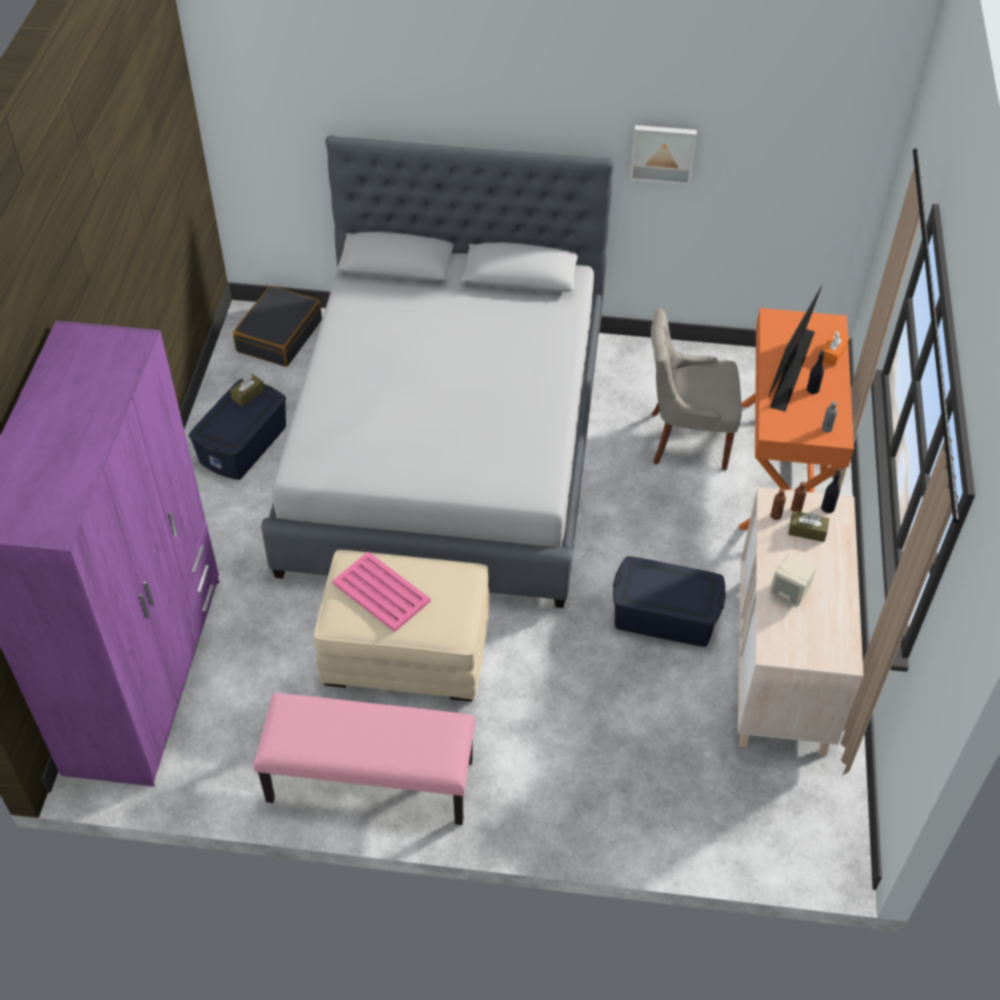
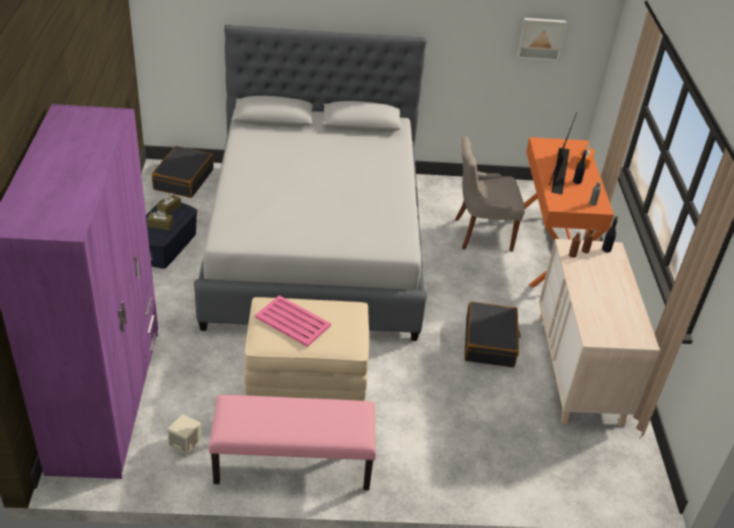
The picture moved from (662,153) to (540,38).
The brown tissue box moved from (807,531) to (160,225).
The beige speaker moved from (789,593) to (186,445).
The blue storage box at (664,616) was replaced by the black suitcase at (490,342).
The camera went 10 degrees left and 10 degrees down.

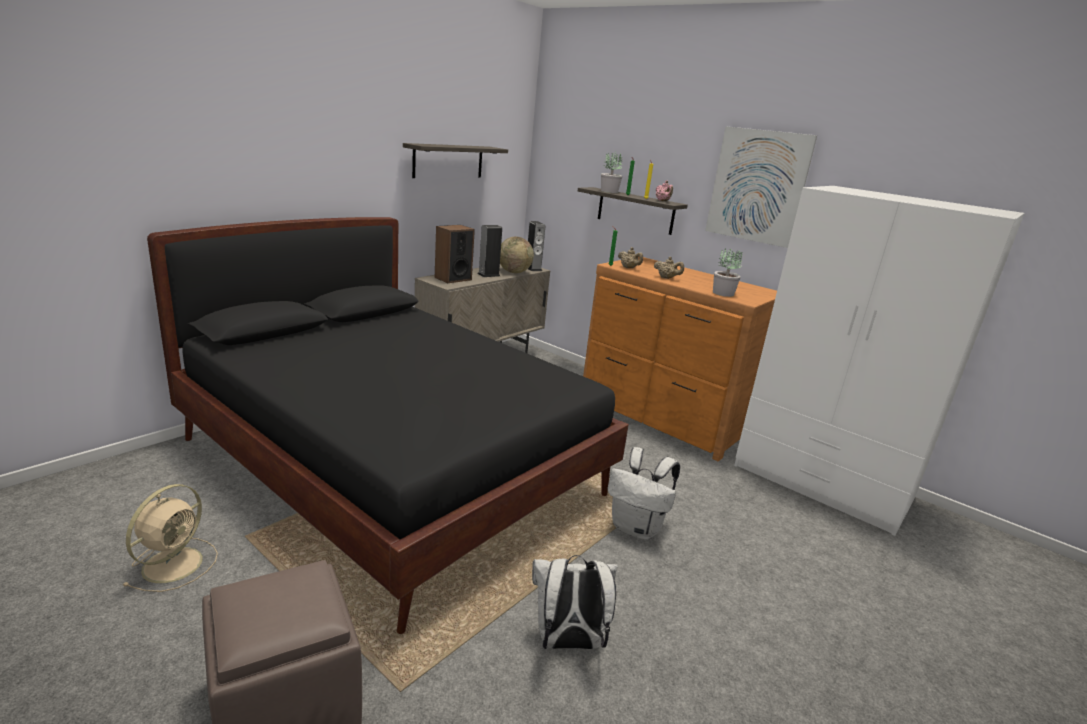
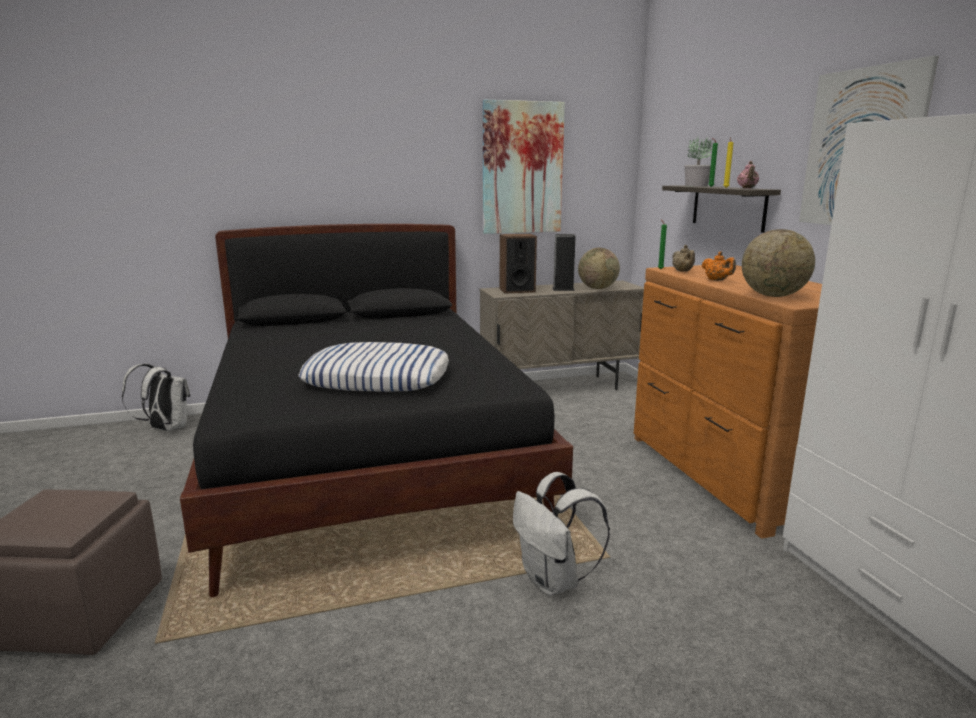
The shelf at (448,161) was replaced by the picture at (522,168).
The speaker at (533,268) disappeared.
The potted plant at (723,293) was replaced by the globe at (773,296).
The beige teapot at (667,278) became the orange teapot at (717,280).
The beige fan at (174,563) disappeared.
The white backpack moved from (567,643) to (165,429).
The pillow at (378,378) appeared.
The camera went 35 degrees right and 5 degrees down.

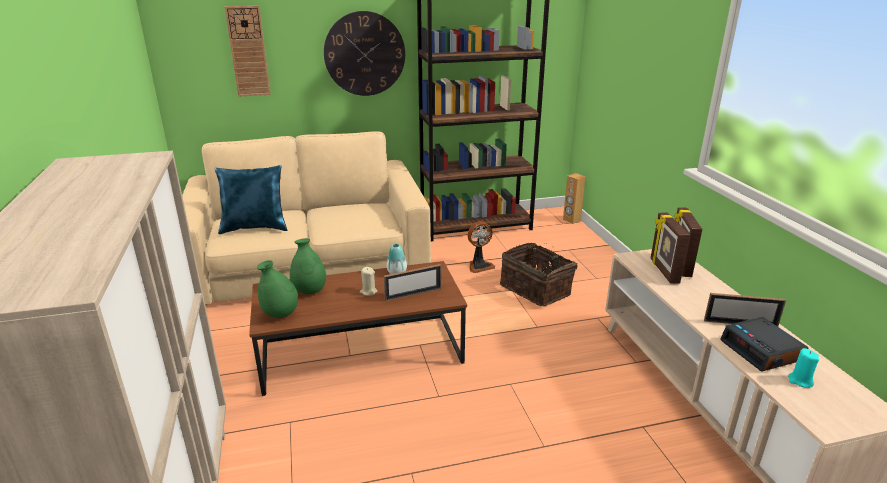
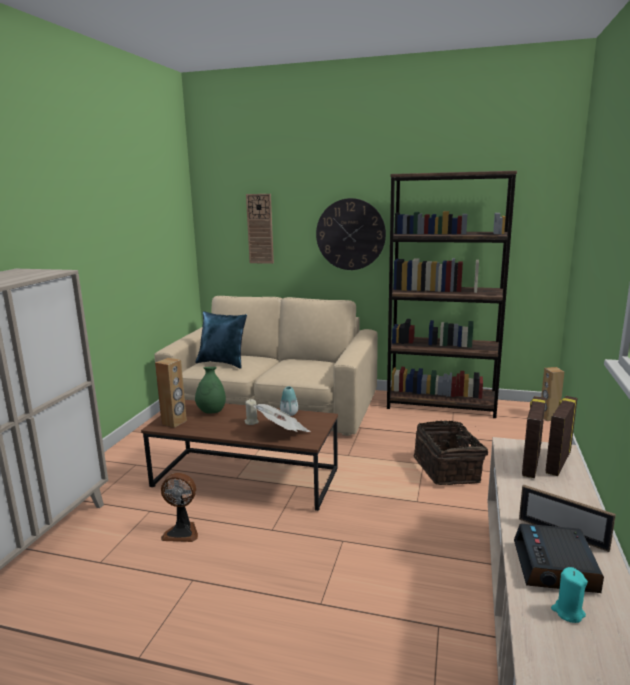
The fan moved from (479,266) to (182,532).
The green vase at (280,314) was replaced by the brown speaker at (174,422).
The picture frame at (413,294) was replaced by the newspaper at (283,432).
The camera went 30 degrees right and 10 degrees down.

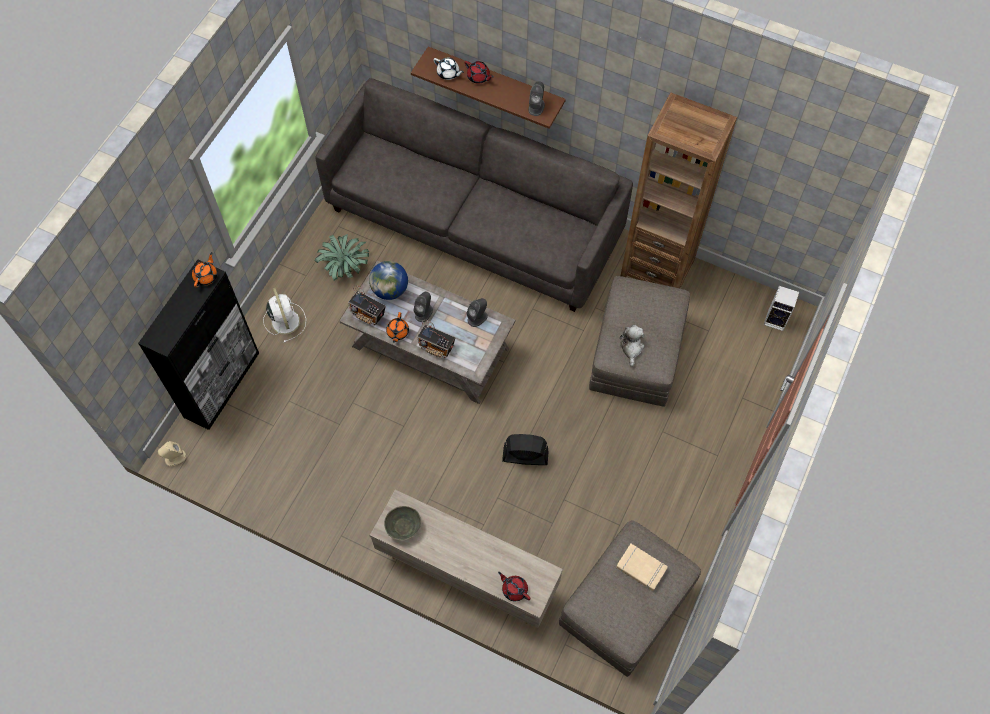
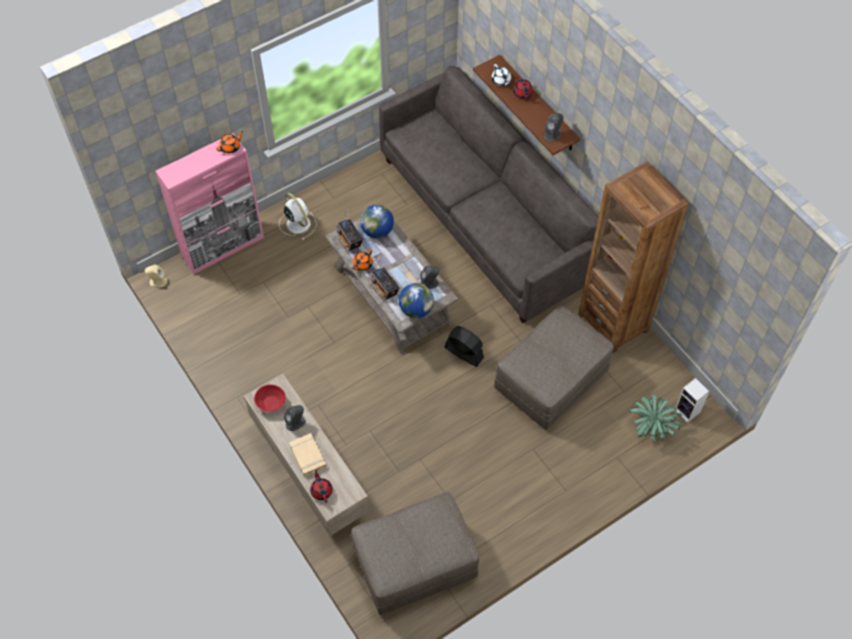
The potted plant moved from (344,266) to (651,426).
The black cabinet at (222,384) became the pink cabinet at (223,247).
The white fan at (285,320) turned 45 degrees counterclockwise.
The grey speaker moved from (424,312) to (296,423).
The plush toy at (631,348) disappeared.
The black fan moved from (525,456) to (464,352).
The grey bowl at (403,526) became the red bowl at (271,403).
The beige book moved from (641,568) to (307,456).
The globe at (416,310) appeared.
The camera went 30 degrees right and 5 degrees down.

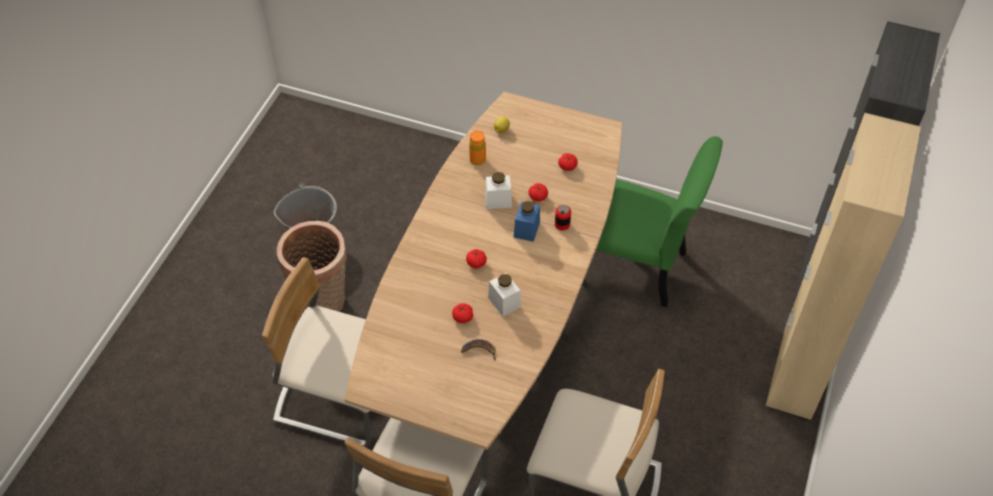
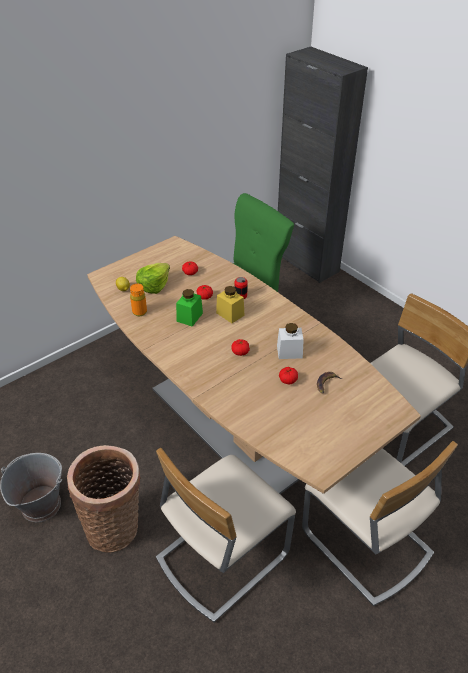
The beige cabinet at (797,371) disappeared.
The white jar at (498,200) became the green jar at (189,317).
The blue jar at (526,229) became the yellow jar at (230,314).
The lettuce at (154,286) appeared.
The camera went 60 degrees left and 10 degrees down.

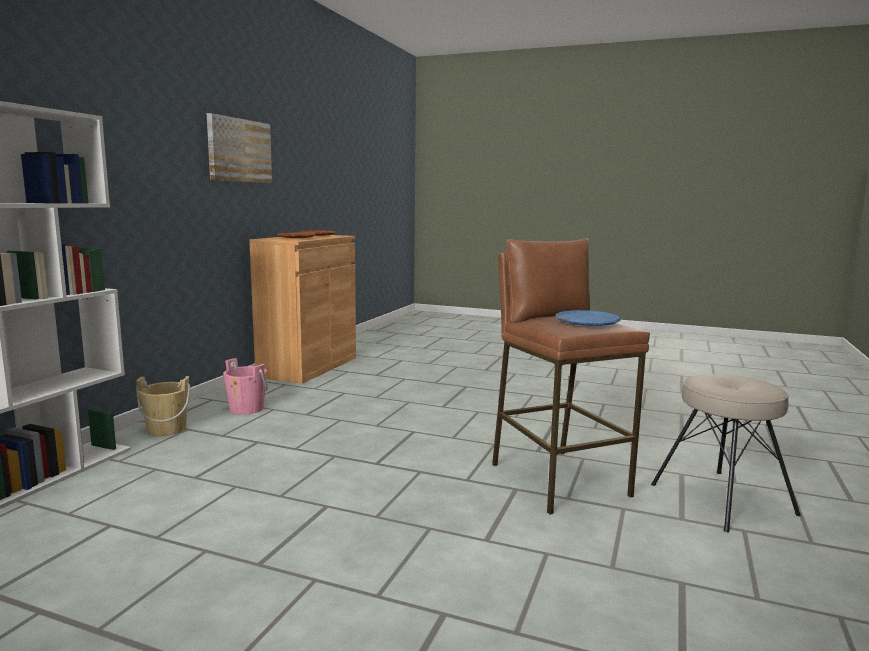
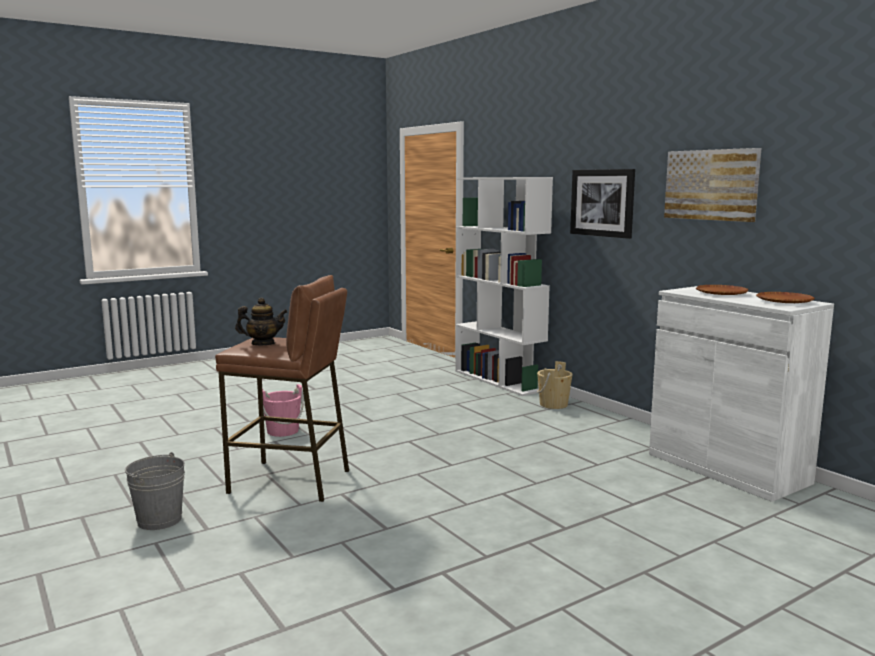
The brown cabinet at (308,367) became the white cabinet at (727,468).
The blue plate at (587,323) was replaced by the teapot at (263,344).
The pink bucket moved from (247,409) to (283,431).
The beige stool at (721,499) was replaced by the grey bucket at (159,520).
The picture at (602,203) appeared.
The camera went 125 degrees right and 0 degrees up.

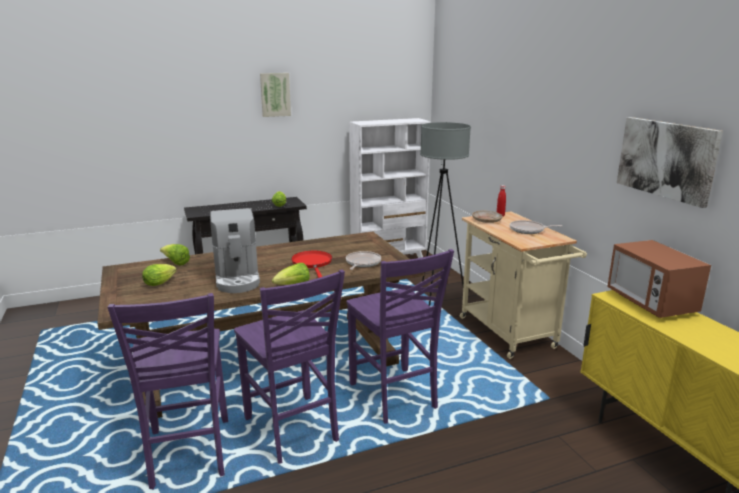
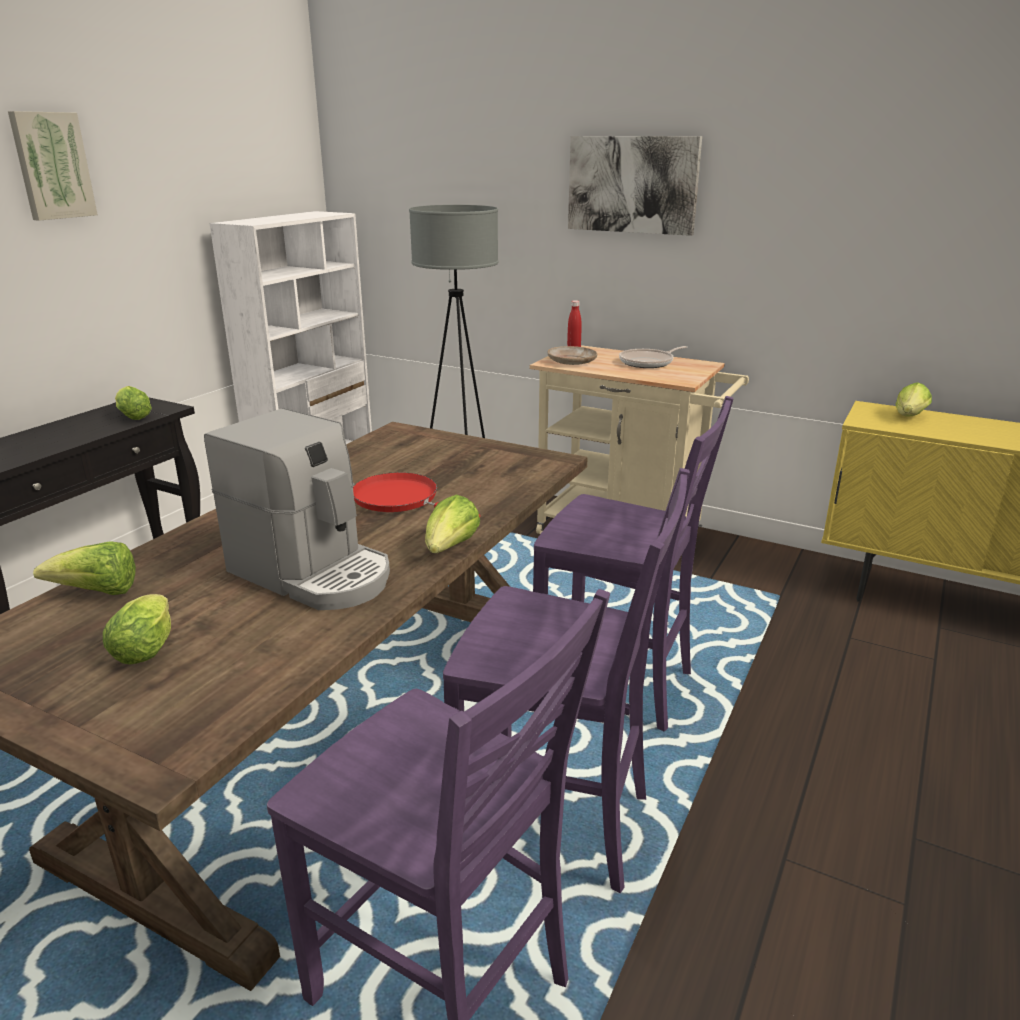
The picture moved from (666,159) to (632,184).
The microwave at (650,303) was replaced by the lettuce at (909,417).
The frying pan at (362,263) disappeared.
The camera went 40 degrees left and 5 degrees up.

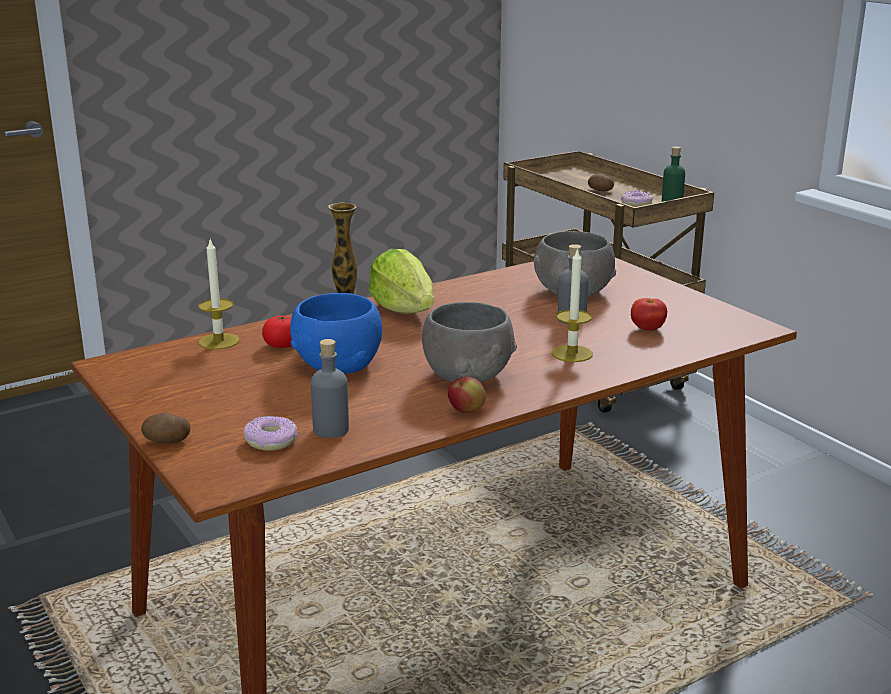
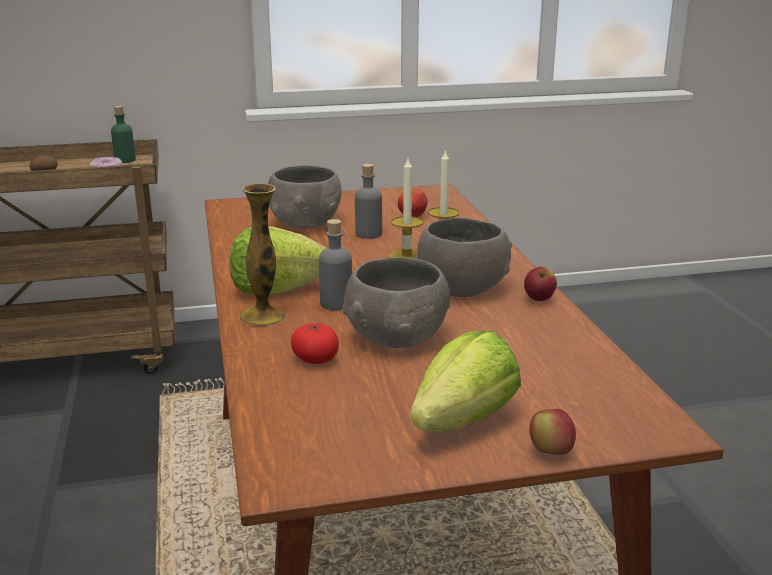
The candle moved from (219,341) to (407,256).
The blue bowl at (337,365) became the grey bowl at (397,338).
The grey bottle moved from (331,430) to (336,303).
The potato at (166,441) was replaced by the apple at (550,452).
The donut at (271,441) disappeared.
The lettuce at (464,421) appeared.
The camera went 70 degrees left and 0 degrees up.

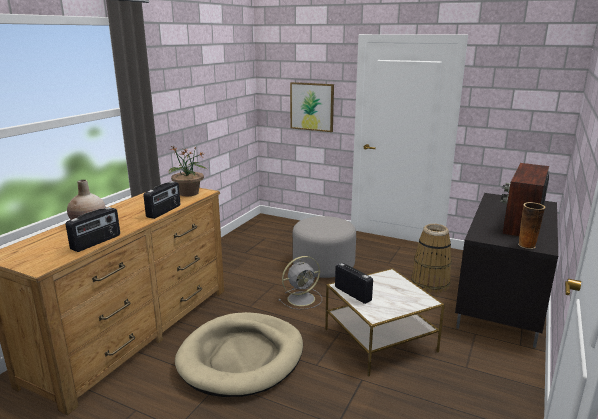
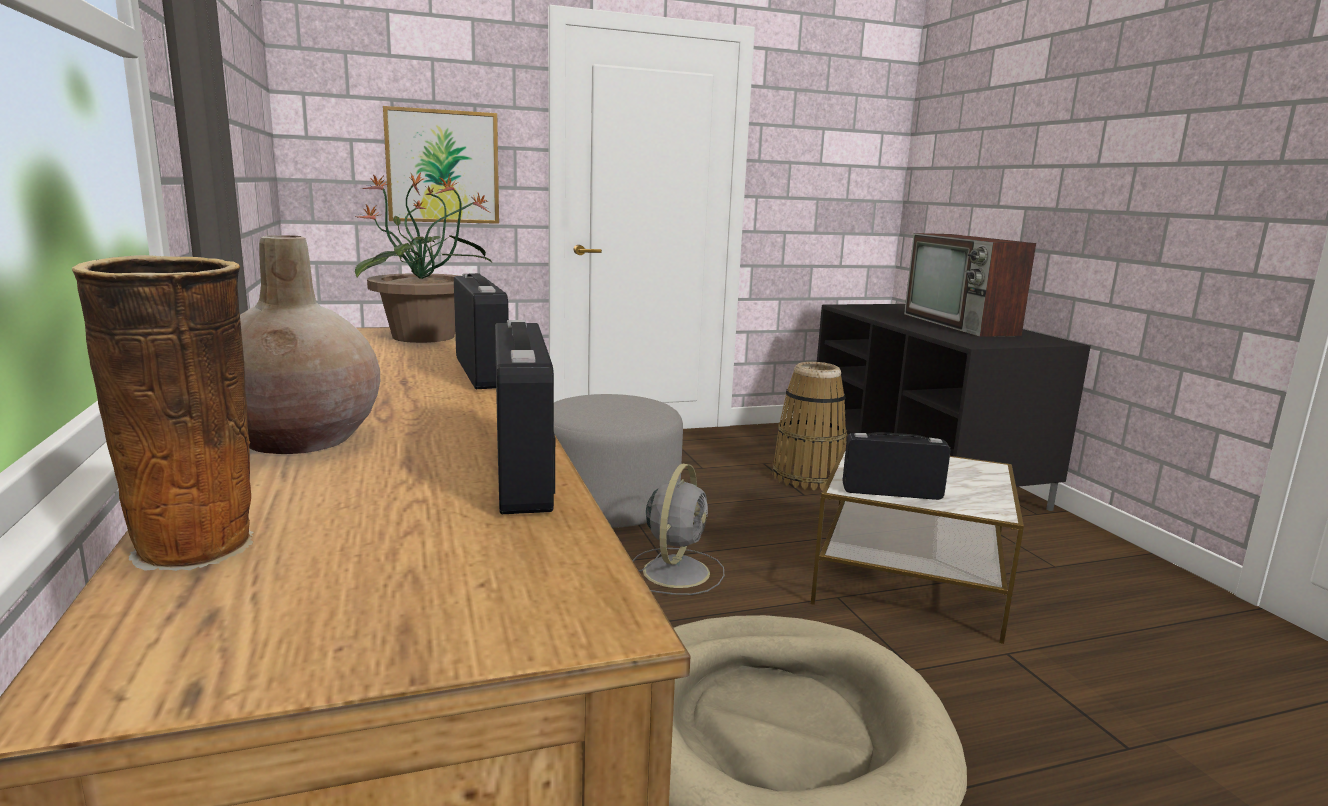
The vase moved from (527,245) to (197,548).
The camera went 45 degrees left and 5 degrees down.

